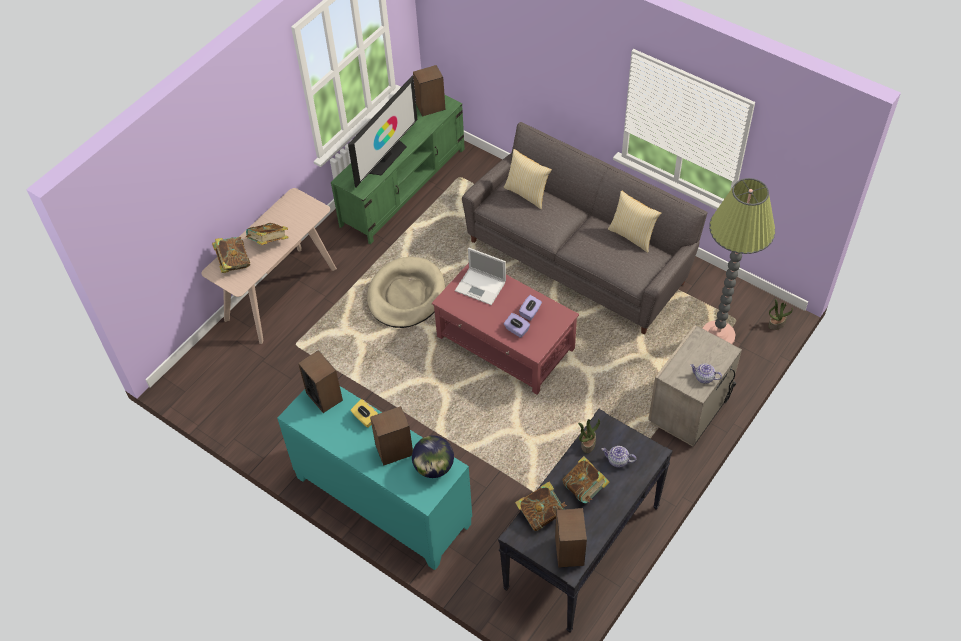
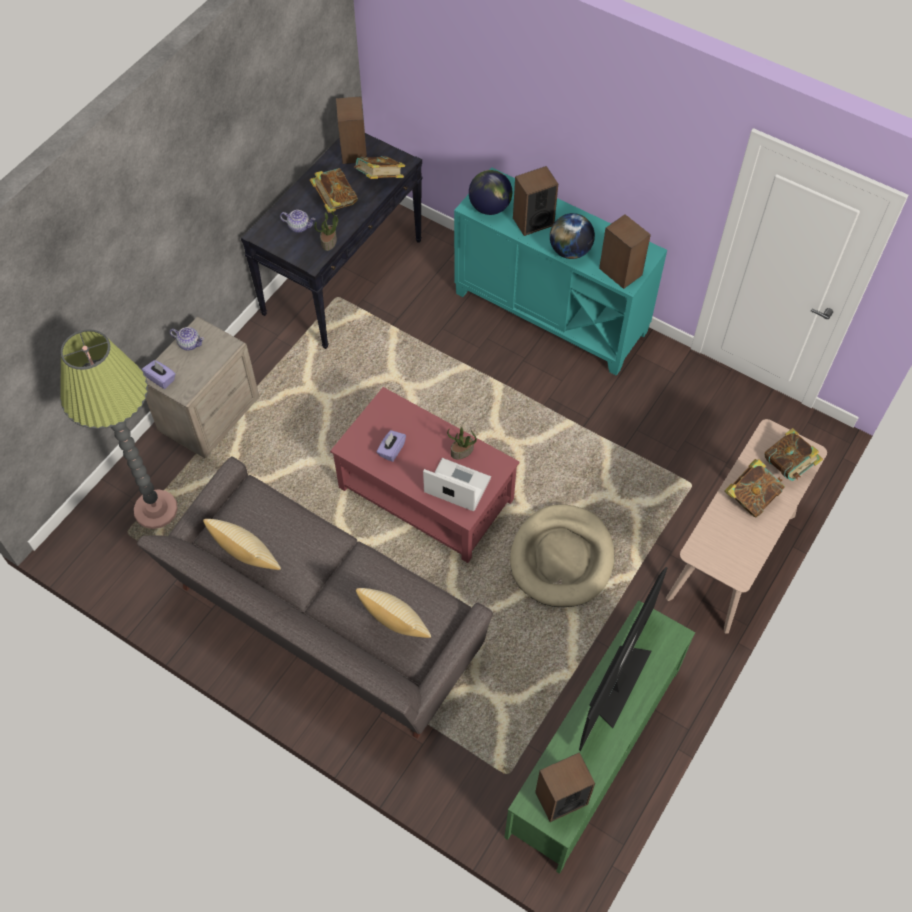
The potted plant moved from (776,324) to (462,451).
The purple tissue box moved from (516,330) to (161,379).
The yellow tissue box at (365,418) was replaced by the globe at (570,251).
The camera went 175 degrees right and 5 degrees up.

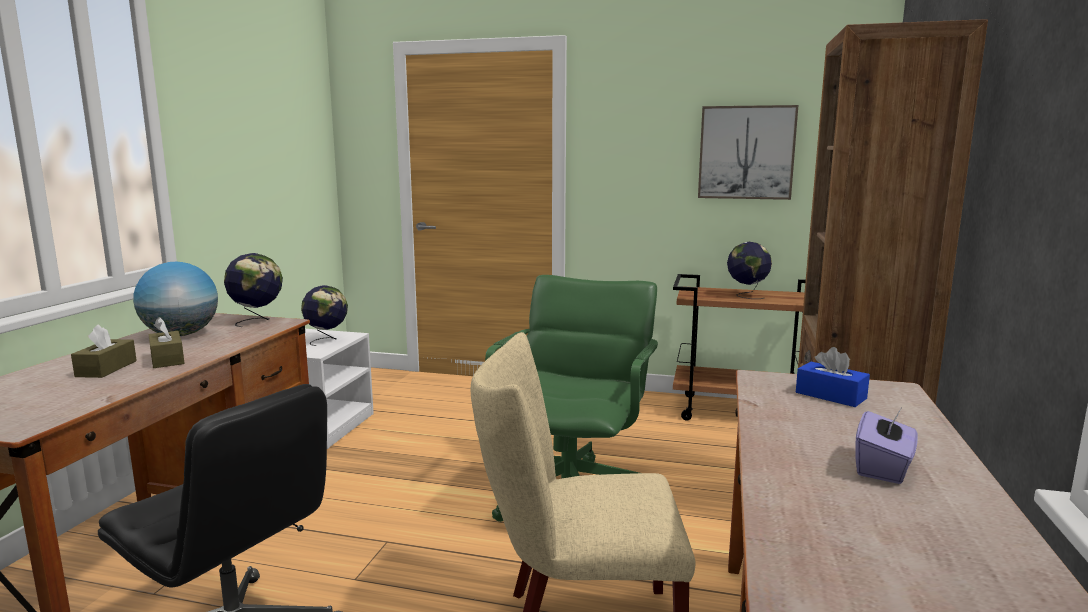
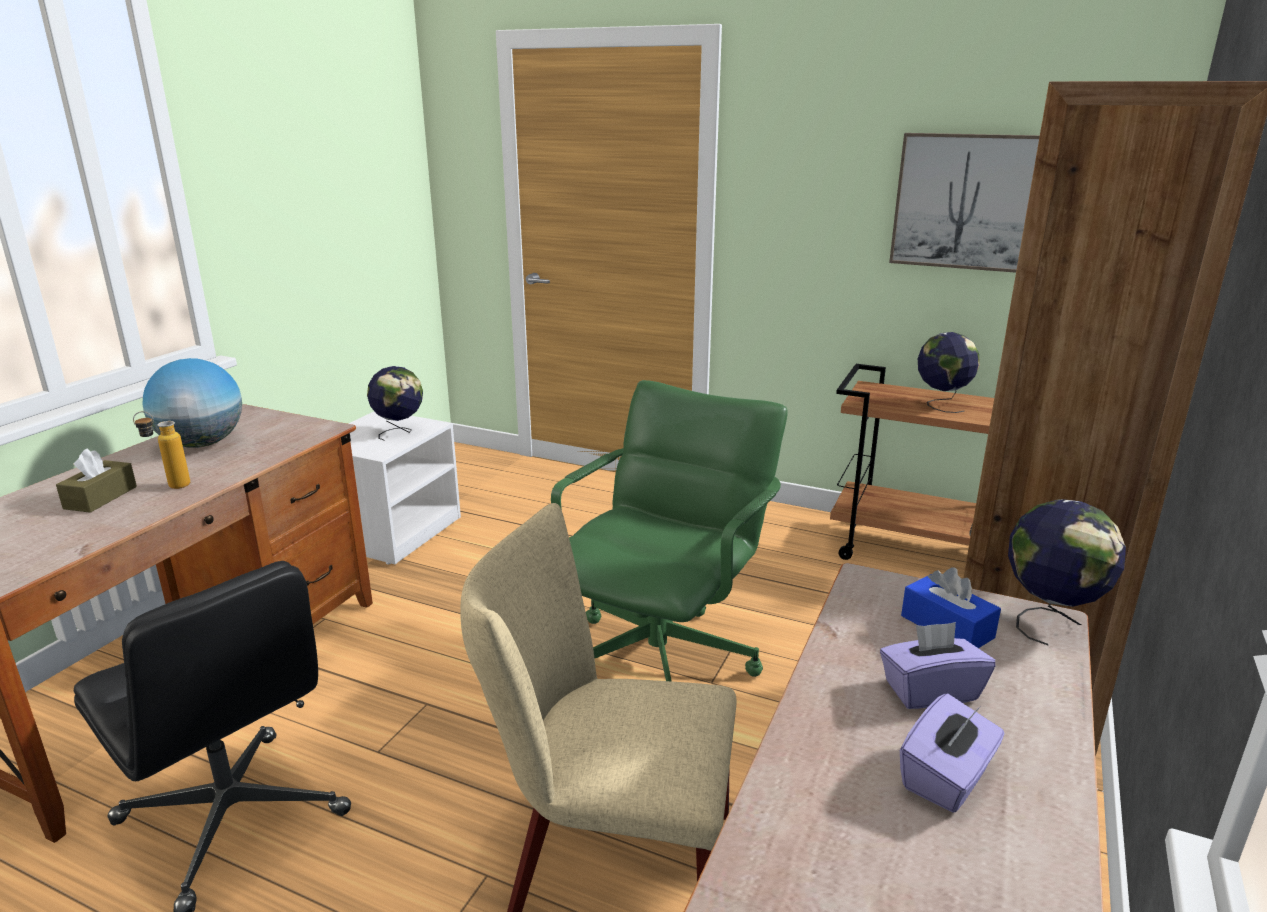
The globe moved from (257,321) to (1050,621).
The brown tissue box at (167,359) was replaced by the bottle at (170,486).
The purple tissue box at (930,691) appeared.
The camera went 10 degrees right and 10 degrees up.

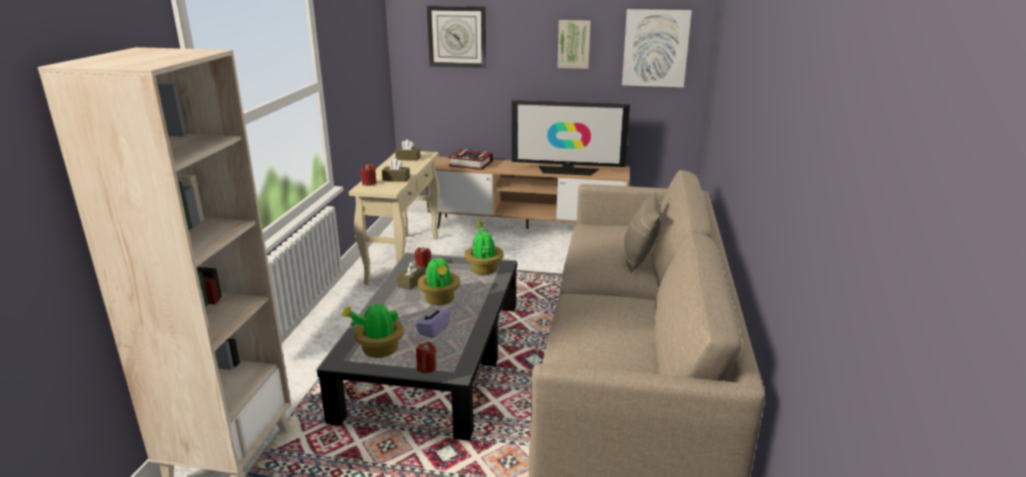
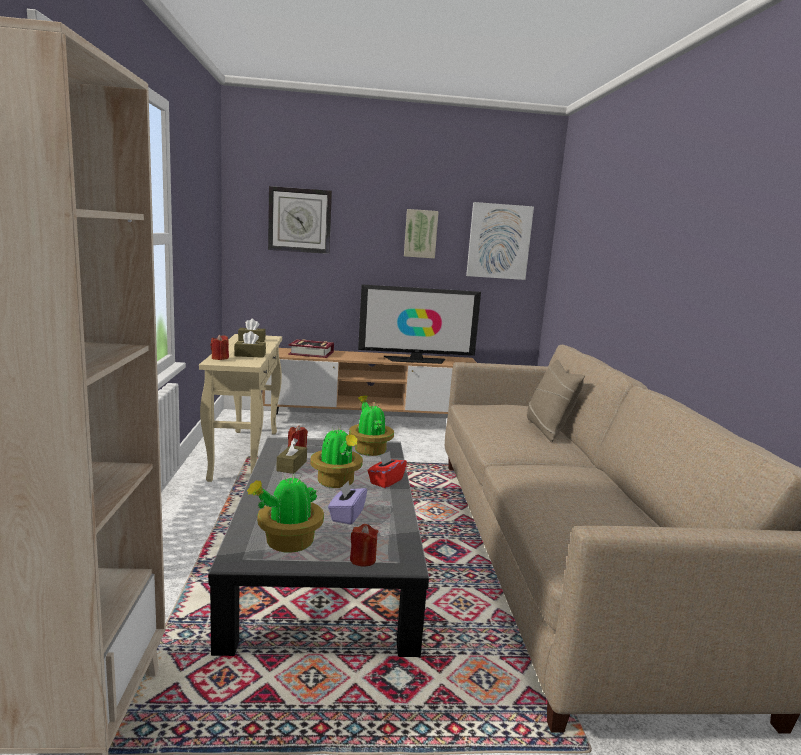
The red tissue box at (386,481) appeared.
The camera went 15 degrees left and 10 degrees down.

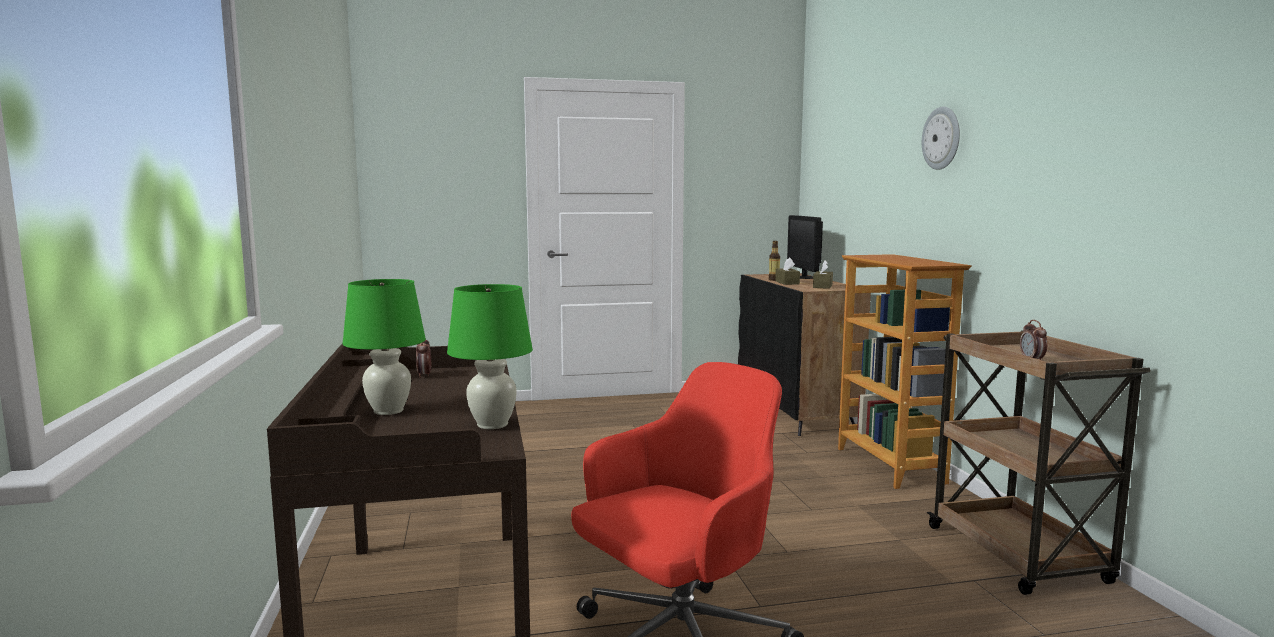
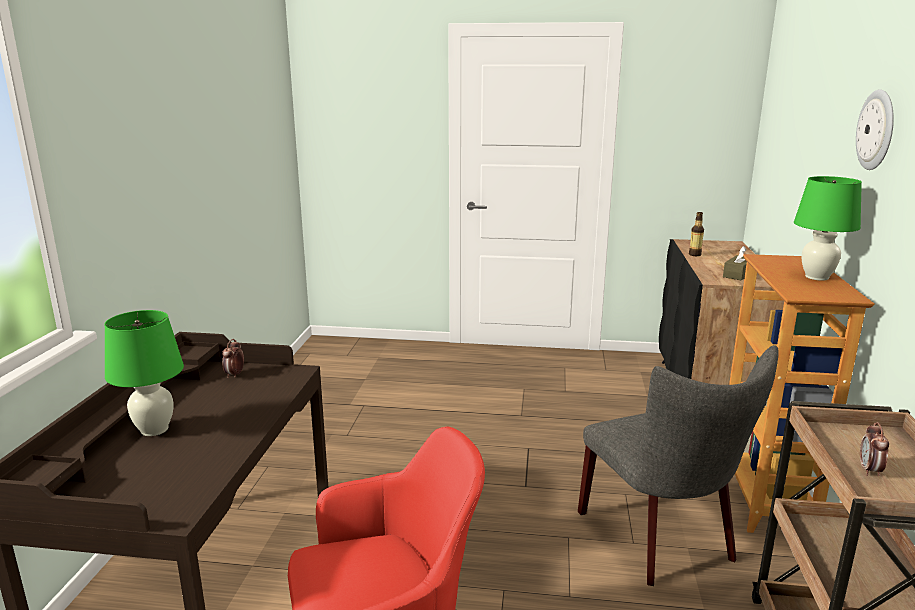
The monitor at (804,277) disappeared.
The brown tissue box at (787,282) disappeared.
The green table lamp moved from (492,425) to (816,277).
The grey chair at (662,540) appeared.
The camera went 20 degrees right and 10 degrees up.

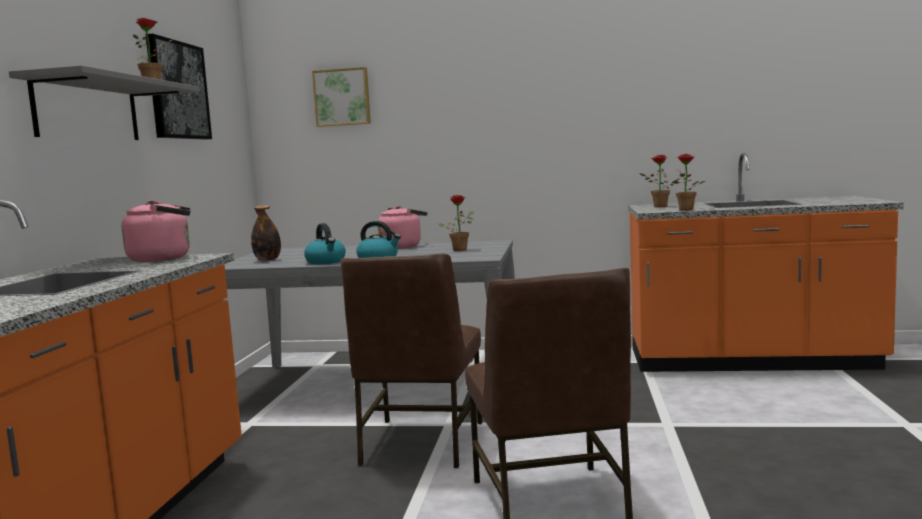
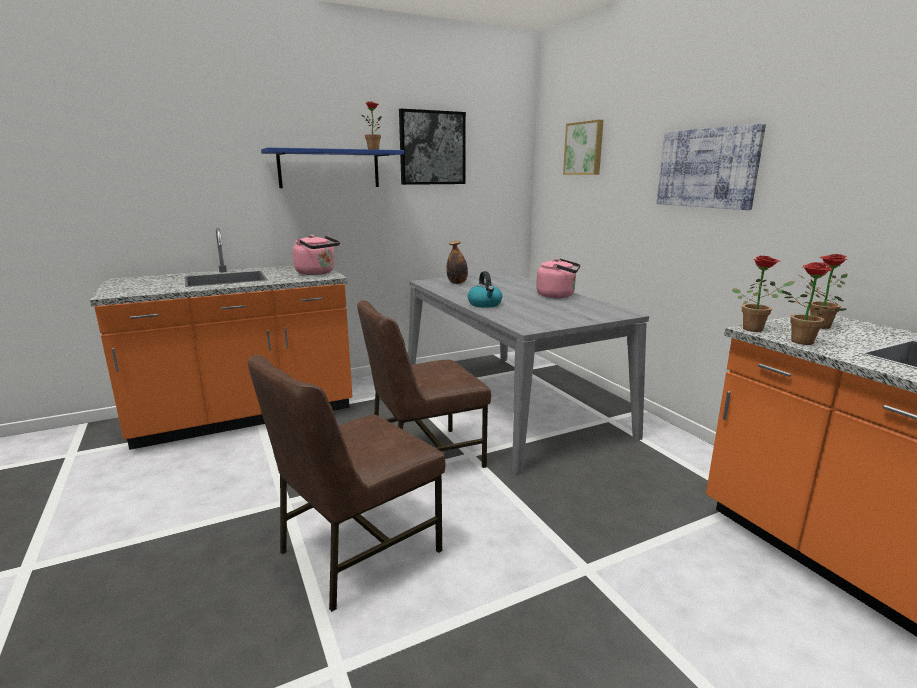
The grey shelf at (87,110) became the blue shelf at (329,169).
The potted plant moved from (461,249) to (756,329).
The kettle at (326,262) disappeared.
The picture at (707,168) appeared.
The camera went 55 degrees right and 10 degrees up.

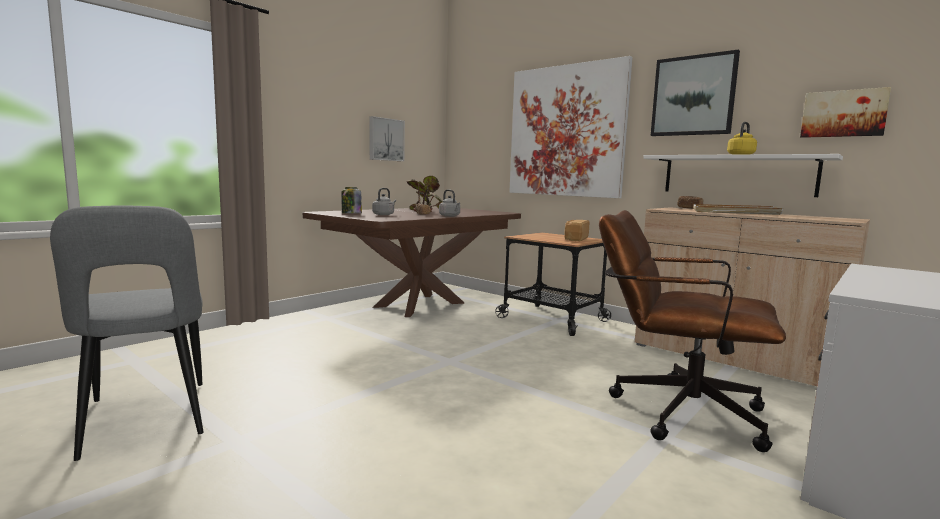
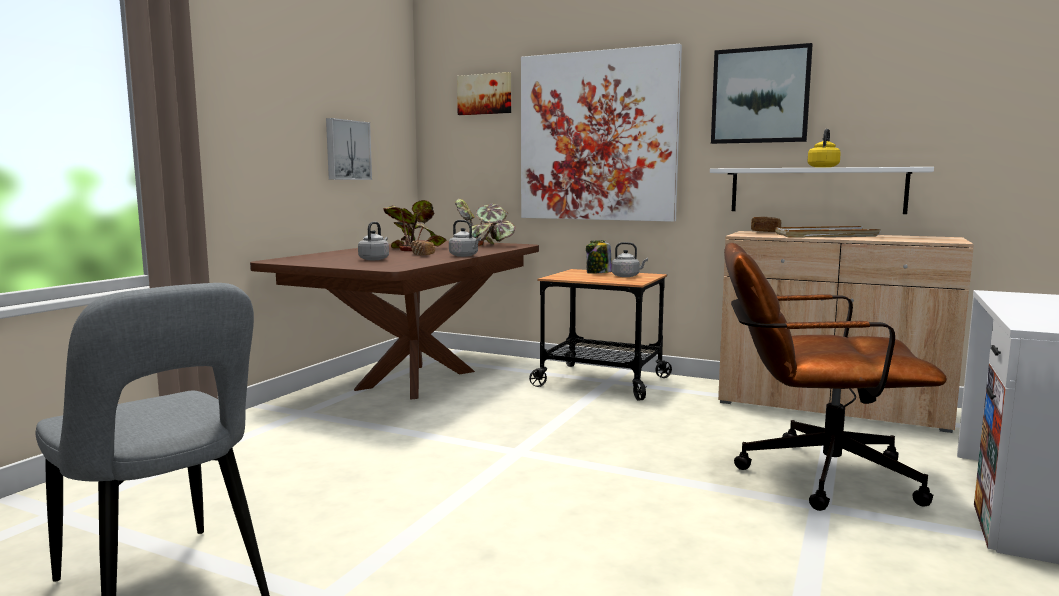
The picture moved from (843,114) to (485,94).
The jar moved from (351,214) to (598,273).
The bread at (575,239) was replaced by the grey kettle at (627,276).
The potted plant at (484,246) appeared.
The camera went 15 degrees left and 0 degrees up.

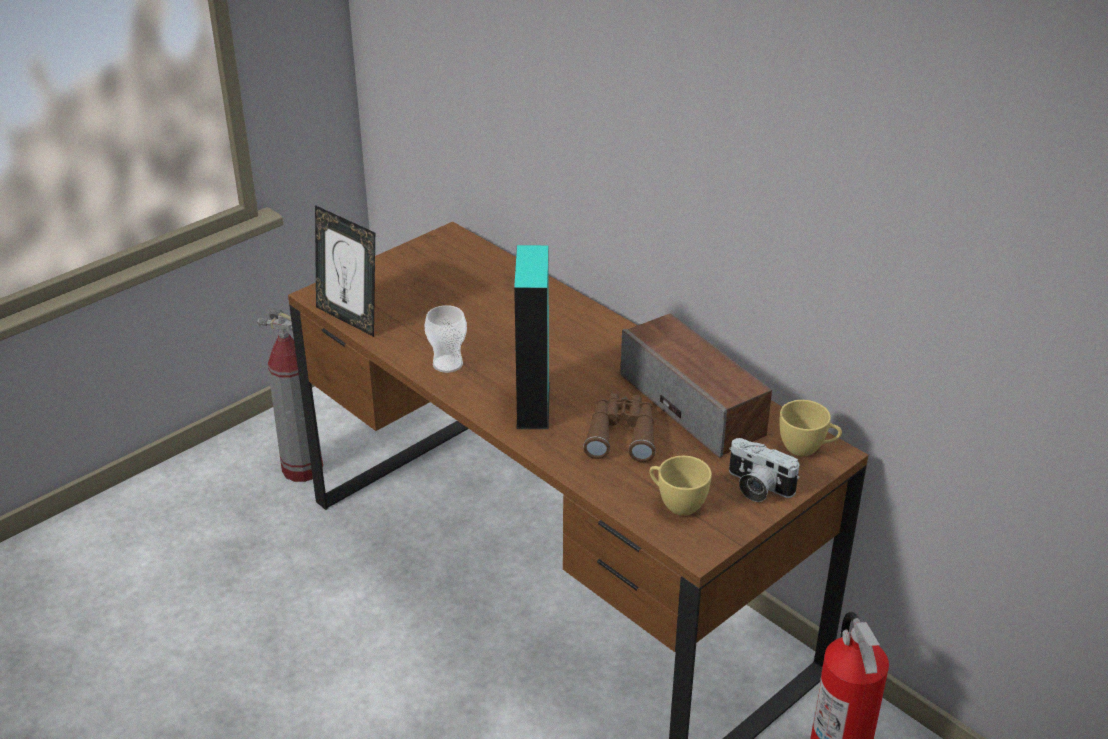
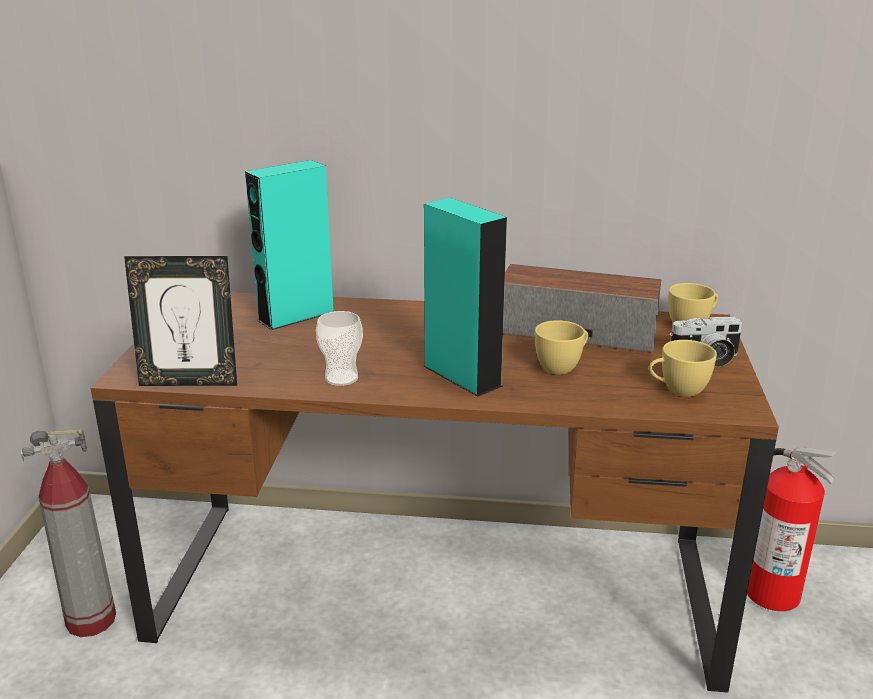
The brown binoculars at (621,434) was replaced by the yellow cup at (562,367).
The turquoise speaker at (296,316) appeared.
The camera went 40 degrees left and 10 degrees down.

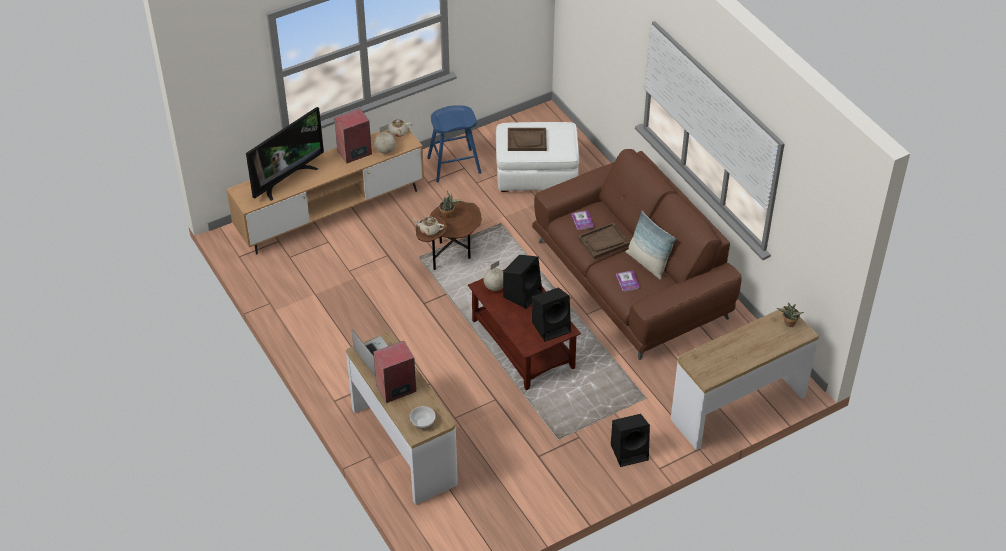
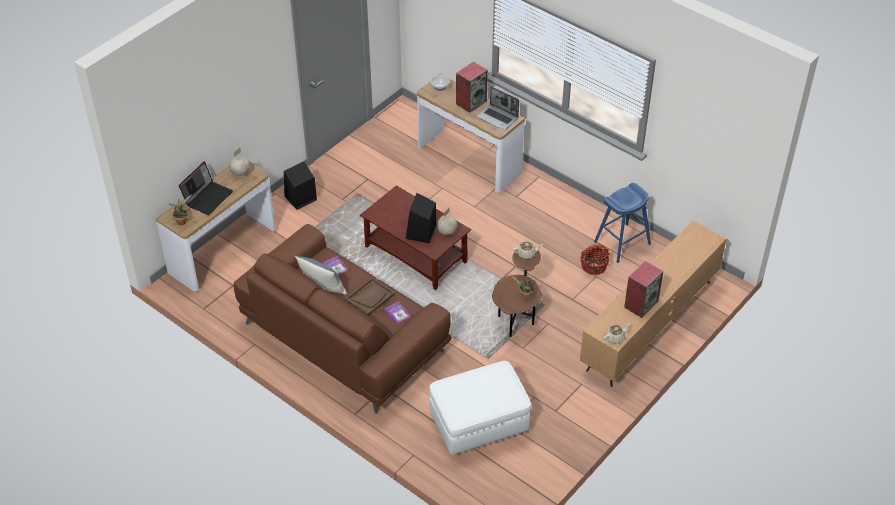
The blue stool moved from (454,165) to (622,243).
The television at (286,179) disappeared.
The globe moved from (385,151) to (240,173).
The brown tray at (527,140) disappeared.
The black speaker at (552,326) disappeared.
The laptop at (207,197) appeared.
The basket at (594,266) appeared.
The camera went 160 degrees right and 0 degrees up.

